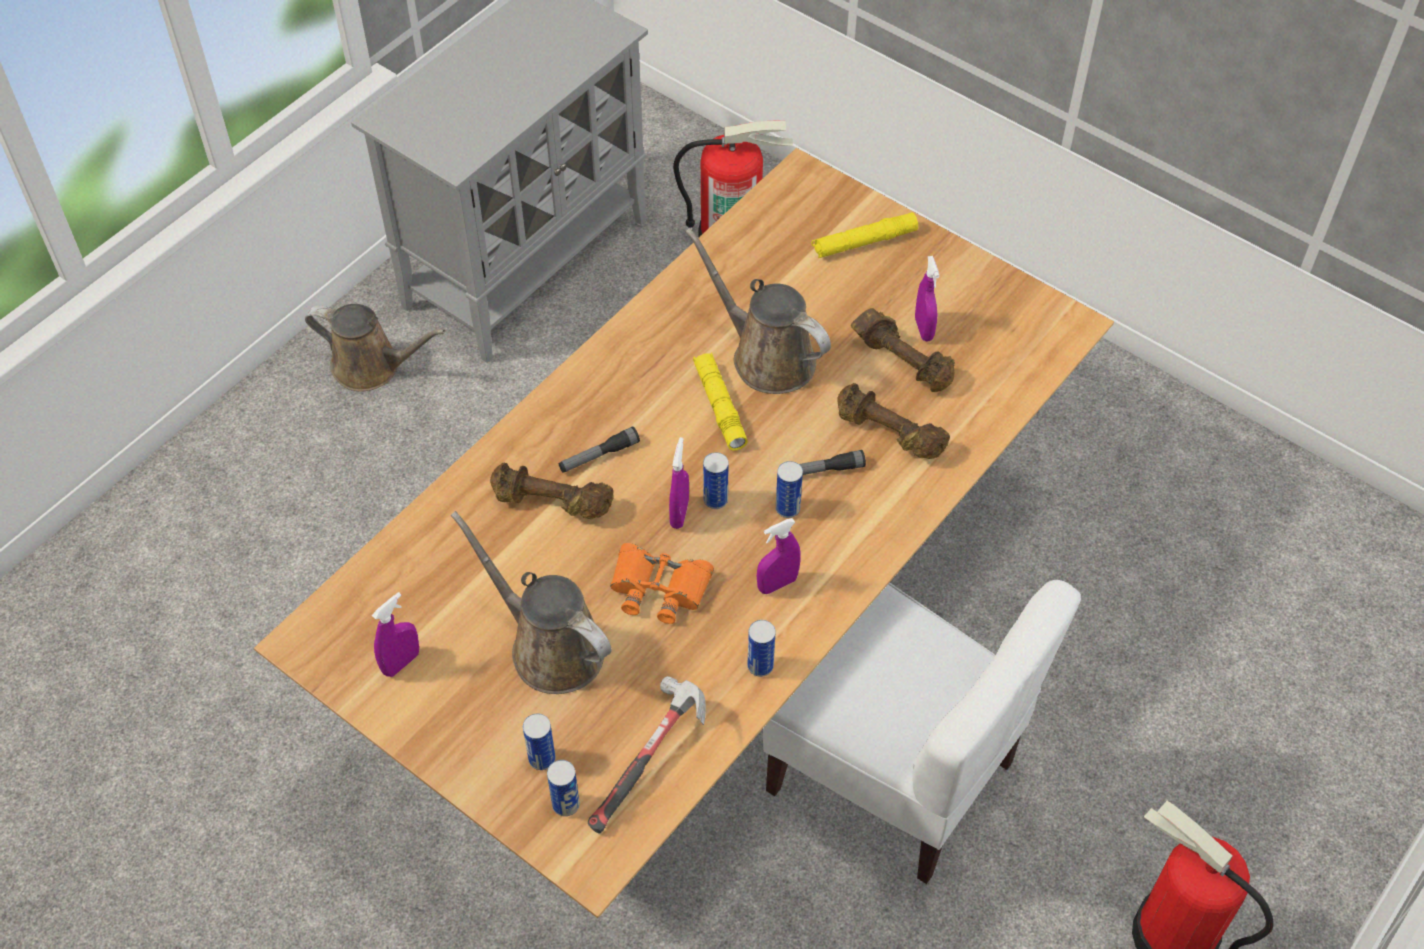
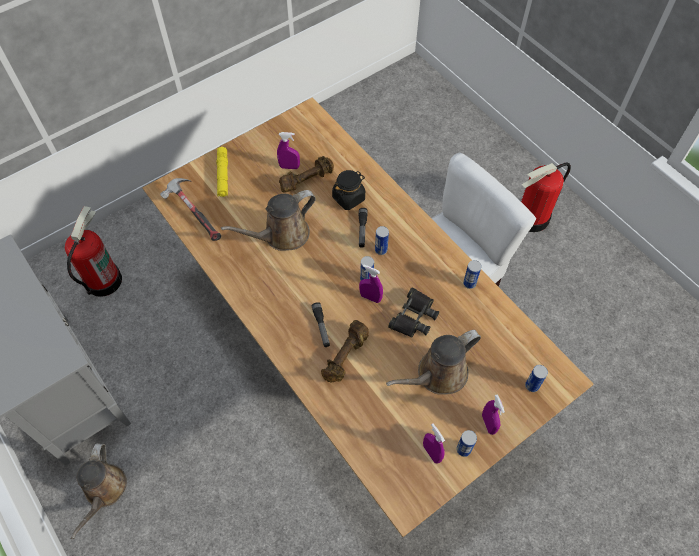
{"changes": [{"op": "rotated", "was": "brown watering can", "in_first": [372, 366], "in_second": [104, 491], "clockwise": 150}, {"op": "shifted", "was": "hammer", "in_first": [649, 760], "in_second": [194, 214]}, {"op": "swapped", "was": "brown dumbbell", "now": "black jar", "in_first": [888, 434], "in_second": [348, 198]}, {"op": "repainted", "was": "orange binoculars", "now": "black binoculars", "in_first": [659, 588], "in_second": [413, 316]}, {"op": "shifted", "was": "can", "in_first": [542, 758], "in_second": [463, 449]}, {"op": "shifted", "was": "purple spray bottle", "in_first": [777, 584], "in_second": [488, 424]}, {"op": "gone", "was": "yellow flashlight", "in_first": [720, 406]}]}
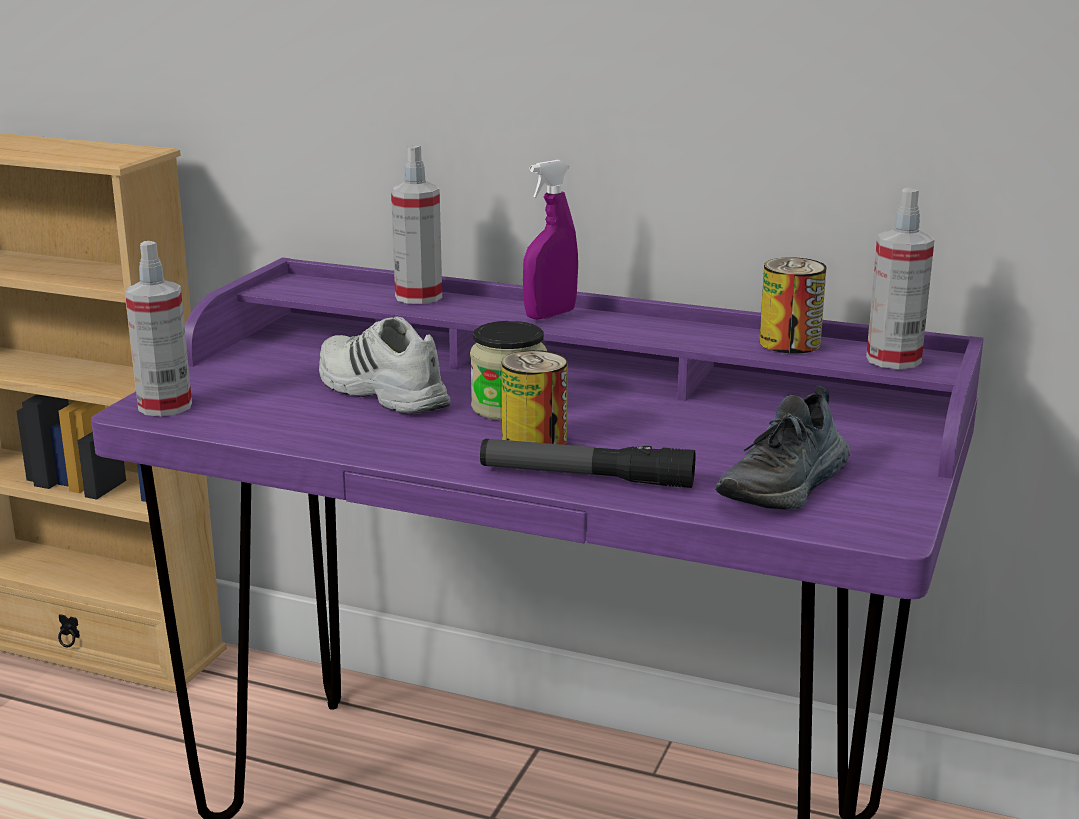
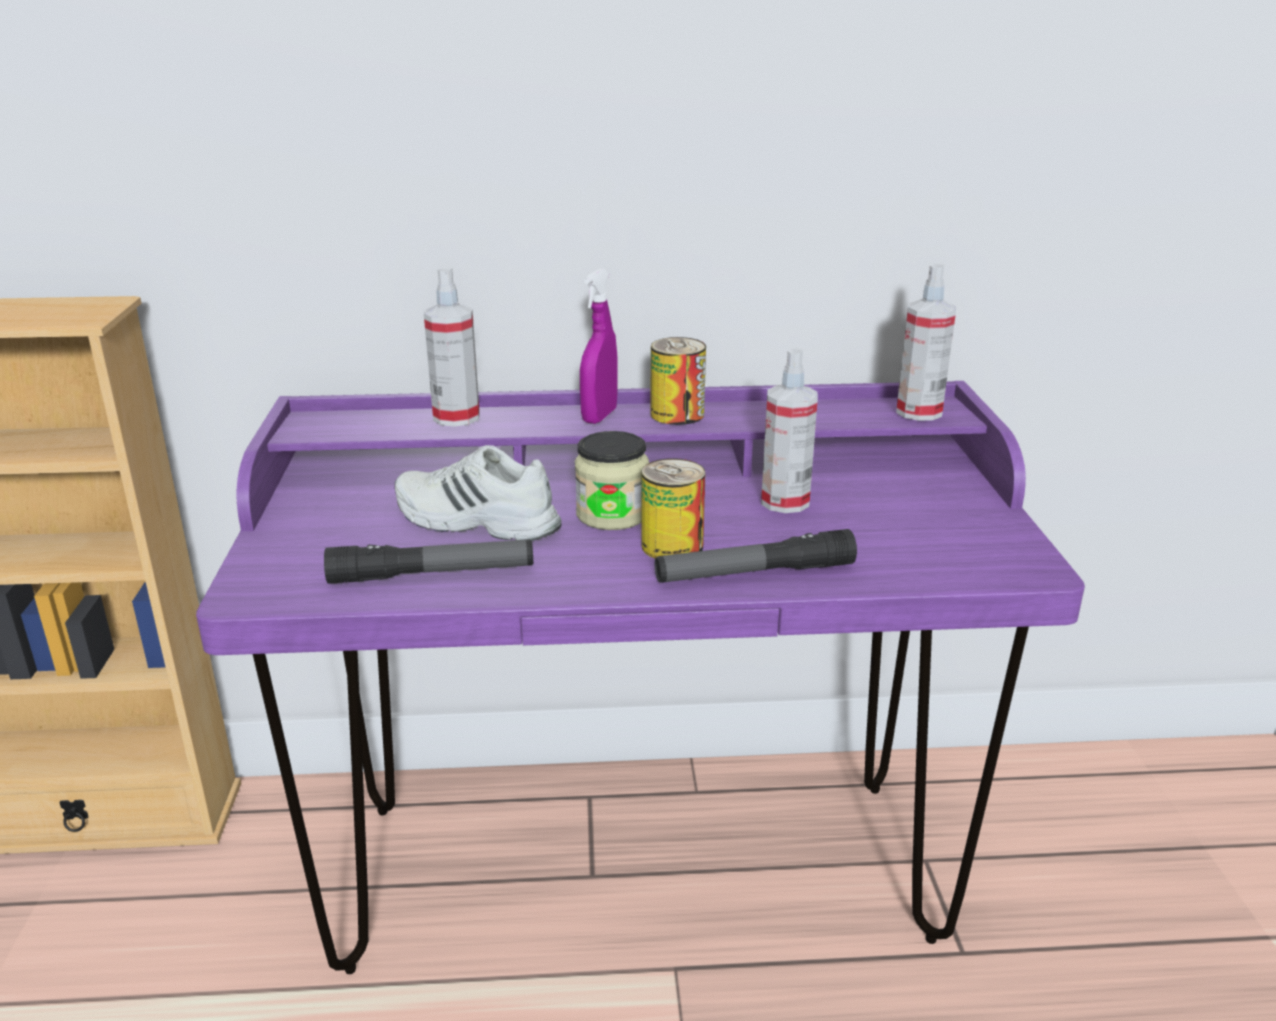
{"changes": [{"op": "new", "now": "flashlight", "in_second": [432, 574]}, {"op": "shifted", "was": "can", "in_first": [789, 343], "in_second": [677, 414]}, {"op": "shifted", "was": "spray bottle", "in_first": [165, 406], "in_second": [785, 502]}, {"op": "gone", "was": "shoe", "in_first": [787, 486]}]}
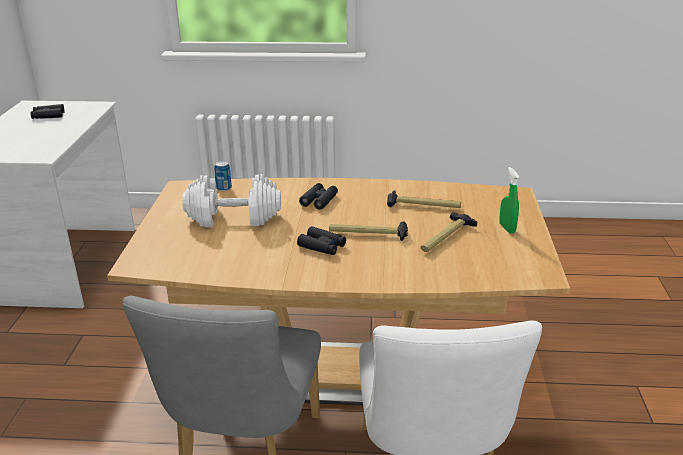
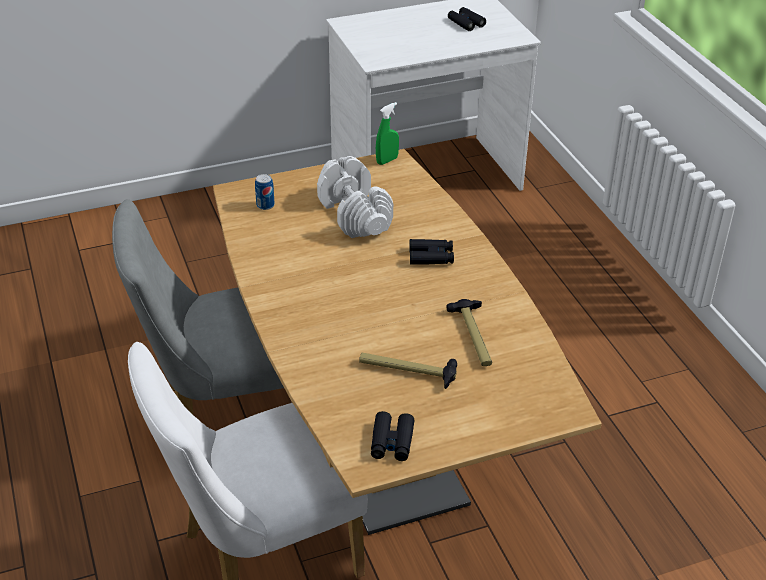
{"changes": [{"op": "shifted", "was": "can", "in_first": [224, 188], "in_second": [265, 205]}, {"op": "shifted", "was": "black binoculars", "in_first": [322, 246], "in_second": [392, 442]}, {"op": "shifted", "was": "green spray bottle", "in_first": [507, 228], "in_second": [387, 160]}, {"op": "gone", "was": "hammer", "in_first": [368, 234]}]}
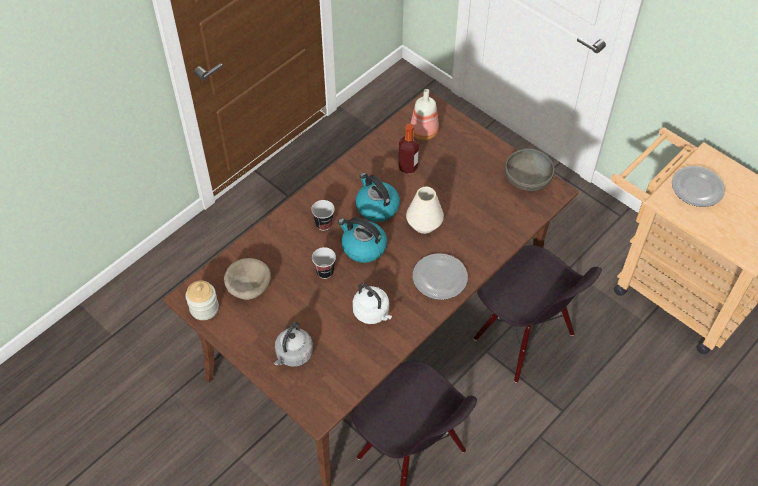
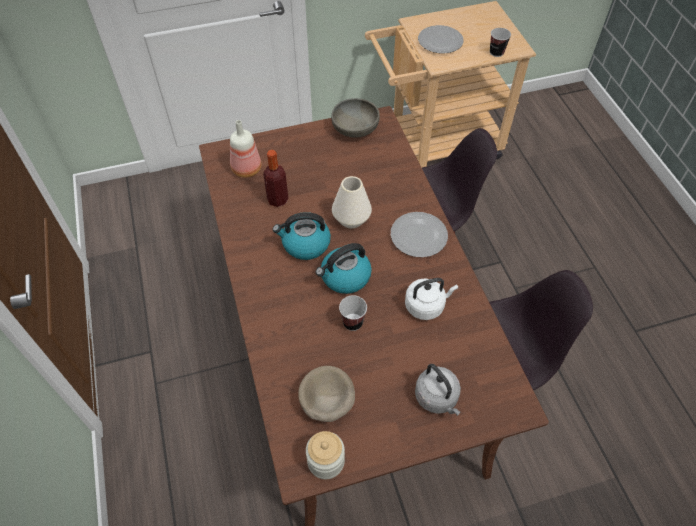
{"changes": [{"op": "shifted", "was": "cup", "in_first": [324, 224], "in_second": [496, 52]}]}
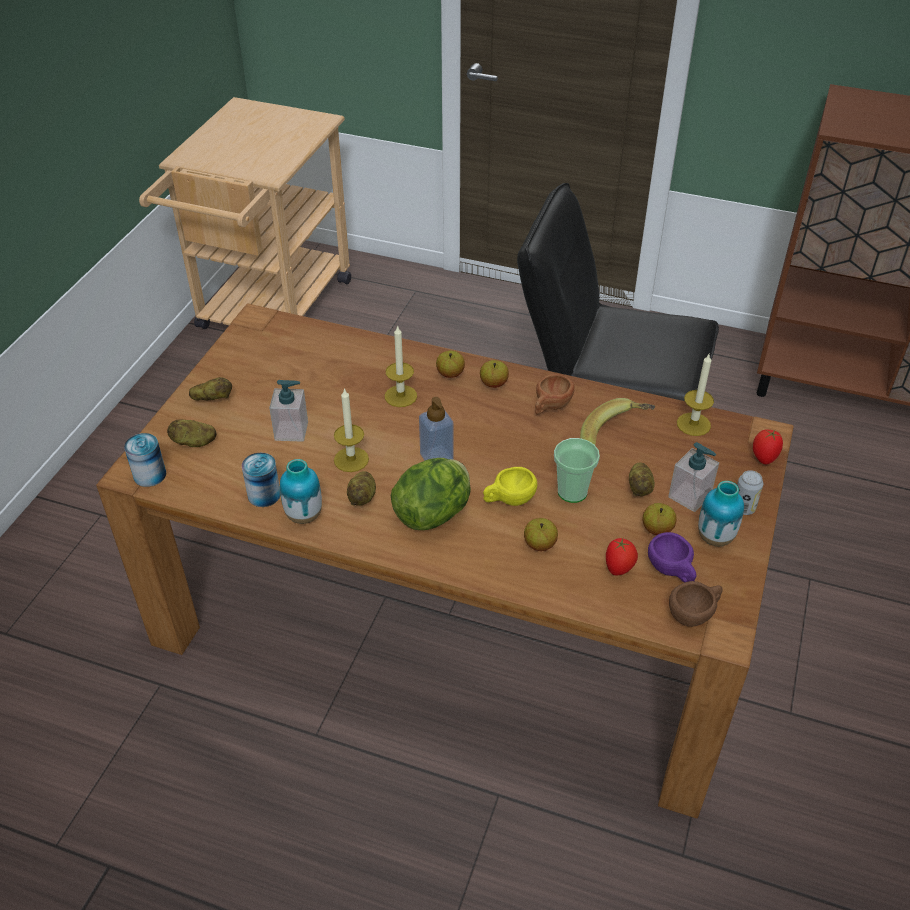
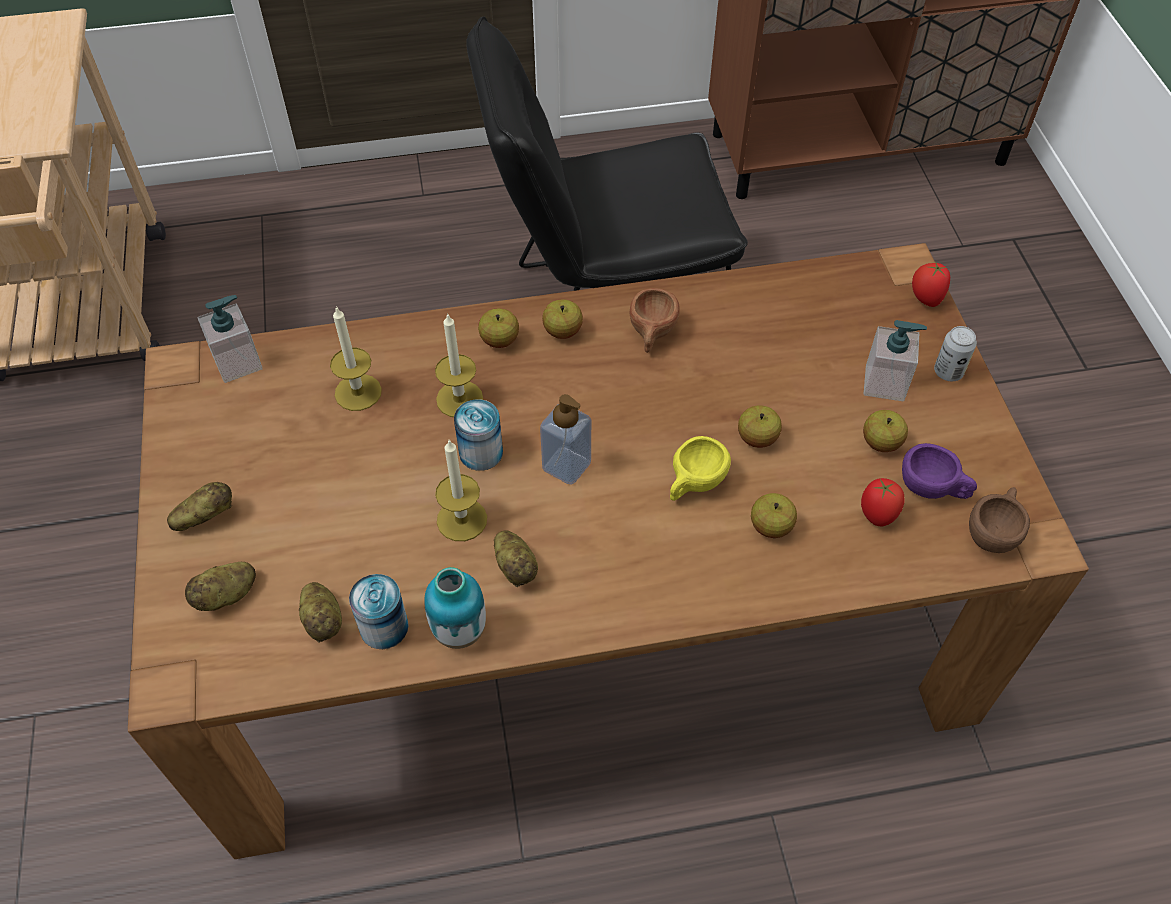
{"changes": [{"op": "shifted", "was": "soap dispenser", "in_first": [291, 431], "in_second": [238, 362]}, {"op": "shifted", "was": "potato", "in_first": [640, 488], "in_second": [324, 620]}, {"op": "shifted", "was": "candle", "in_first": [693, 424], "in_second": [358, 392]}, {"op": "shifted", "was": "can", "in_first": [150, 475], "in_second": [481, 452]}, {"op": "swapped", "was": "cup", "now": "apple", "in_first": [572, 492], "in_second": [757, 438]}, {"op": "gone", "was": "lettuce", "in_first": [434, 513]}, {"op": "gone", "was": "banana", "in_first": [614, 438]}, {"op": "gone", "was": "vase", "in_first": [715, 537]}]}
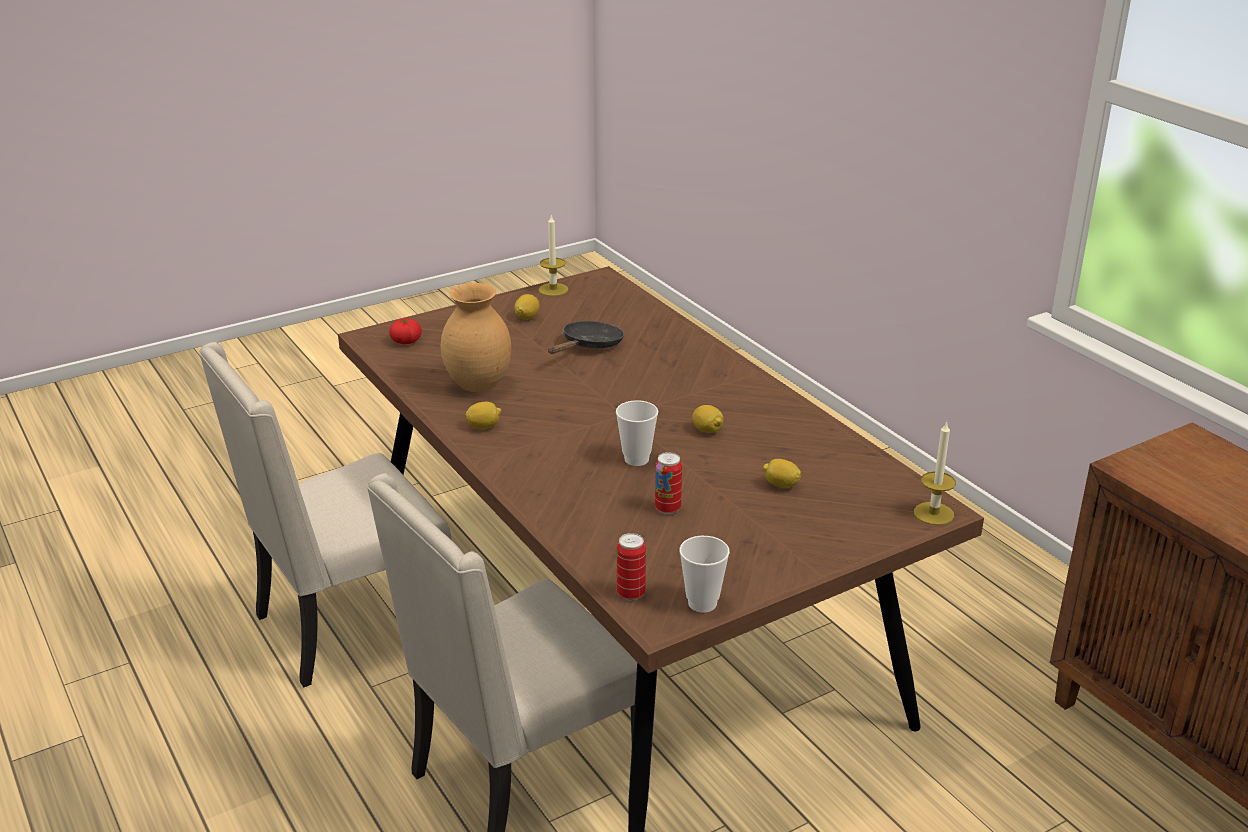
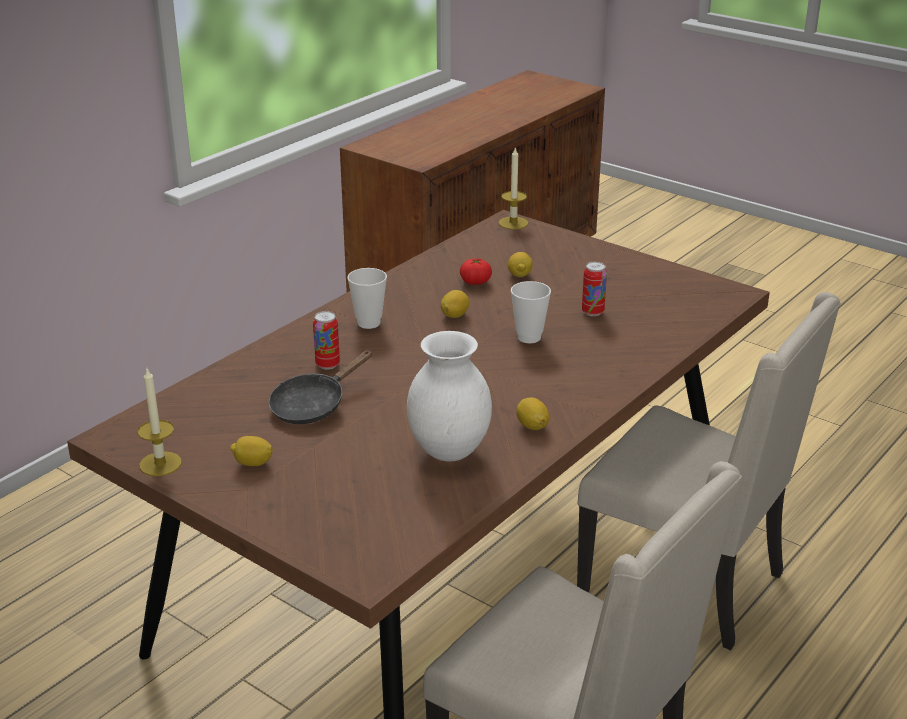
{"changes": [{"op": "rotated", "was": "black frying pan", "in_first": [589, 346], "in_second": [313, 405], "clockwise": -60}, {"op": "shifted", "was": "can", "in_first": [631, 593], "in_second": [327, 365]}, {"op": "shifted", "was": "cup", "in_first": [702, 603], "in_second": [368, 323]}, {"op": "repainted", "was": "brown vase", "now": "white vase", "in_first": [477, 386], "in_second": [450, 452]}, {"op": "shifted", "was": "tomato", "in_first": [406, 341], "in_second": [475, 282]}]}
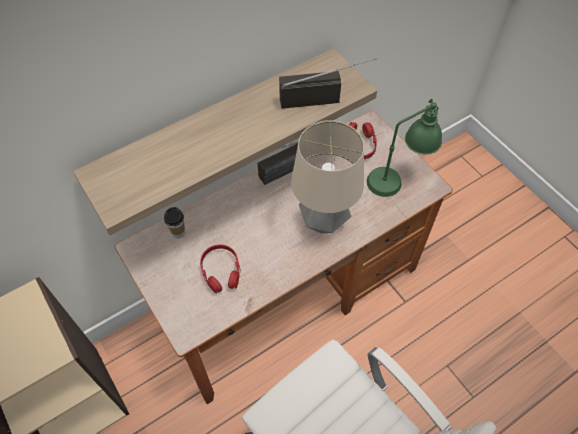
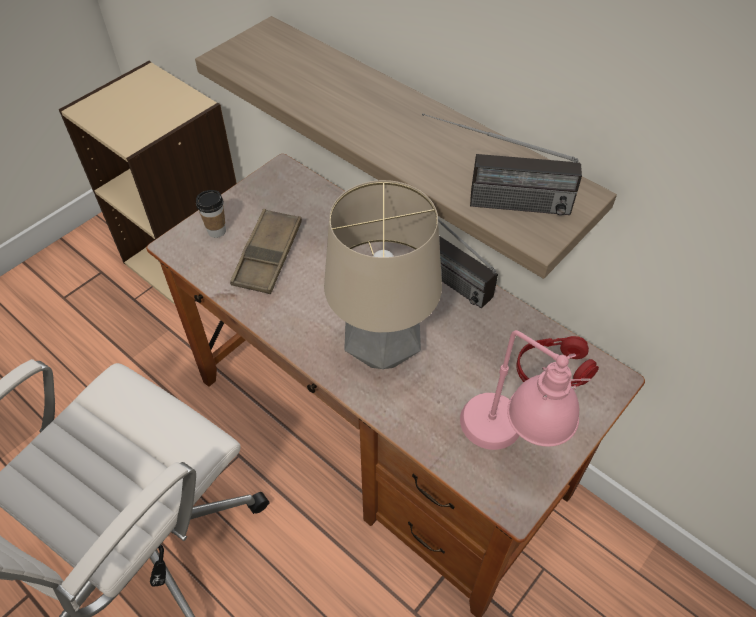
{"changes": [{"op": "shifted", "was": "cup", "in_first": [178, 233], "in_second": [217, 231]}, {"op": "swapped", "was": "red headphones", "now": "brown tray", "in_first": [221, 271], "in_second": [268, 256]}, {"op": "rotated", "was": "radio", "in_first": [324, 98], "in_second": [492, 202], "clockwise": 120}, {"op": "repainted", "was": "green table lamp", "now": "pink table lamp", "in_first": [398, 178], "in_second": [508, 442]}]}
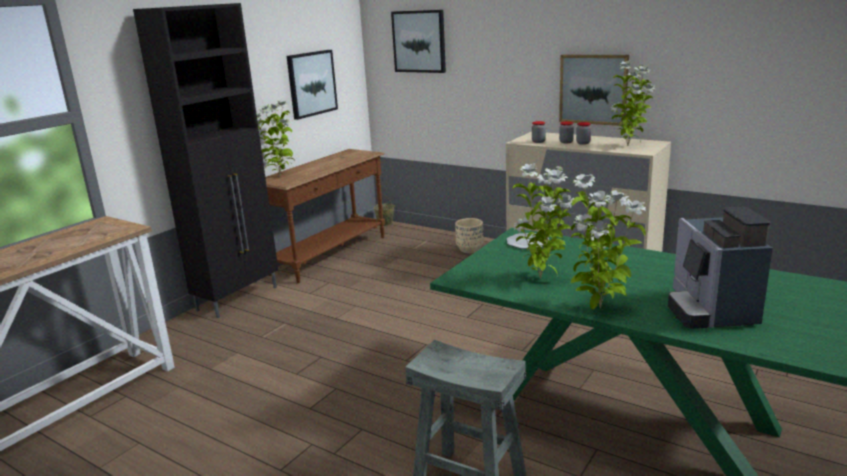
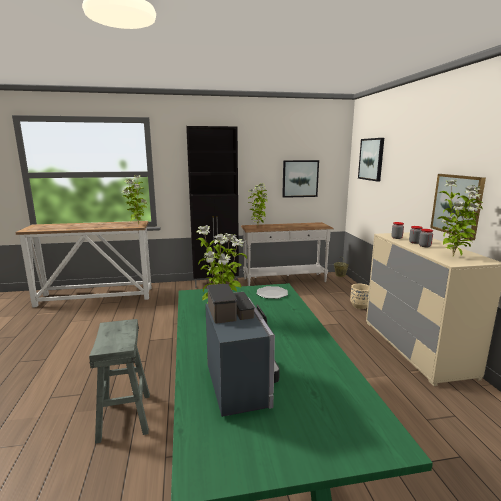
{"changes": [{"op": "shifted", "was": "potted plant", "in_first": [599, 309], "in_second": [137, 224]}, {"op": "rotated", "was": "coffee machine", "in_first": [709, 310], "in_second": [242, 383], "clockwise": 120}, {"op": "repainted", "was": "brown console table", "now": "white console table", "in_first": [331, 255], "in_second": [285, 280]}]}
